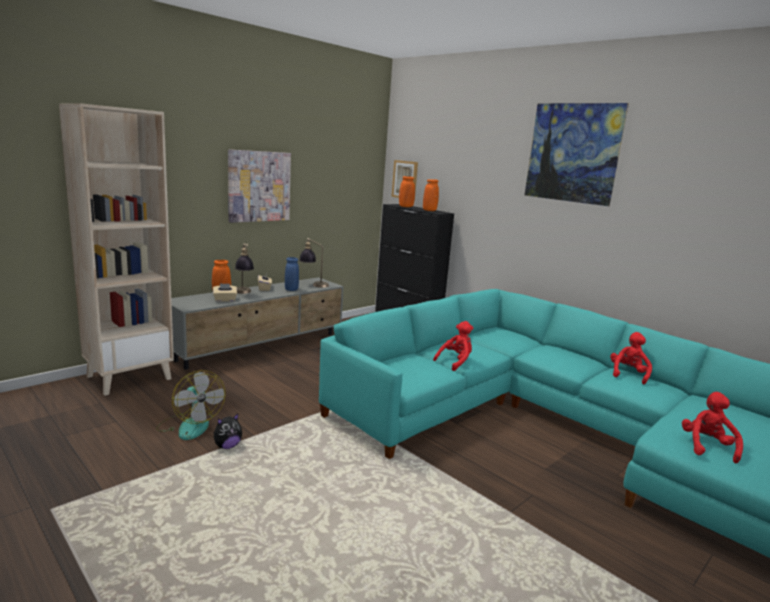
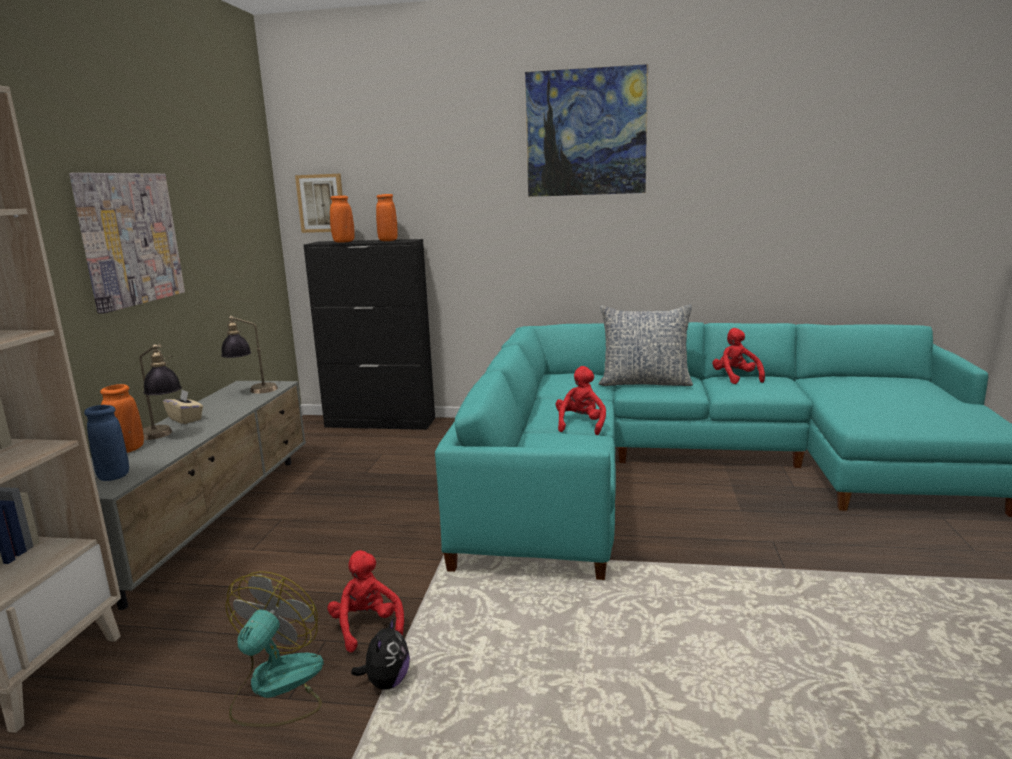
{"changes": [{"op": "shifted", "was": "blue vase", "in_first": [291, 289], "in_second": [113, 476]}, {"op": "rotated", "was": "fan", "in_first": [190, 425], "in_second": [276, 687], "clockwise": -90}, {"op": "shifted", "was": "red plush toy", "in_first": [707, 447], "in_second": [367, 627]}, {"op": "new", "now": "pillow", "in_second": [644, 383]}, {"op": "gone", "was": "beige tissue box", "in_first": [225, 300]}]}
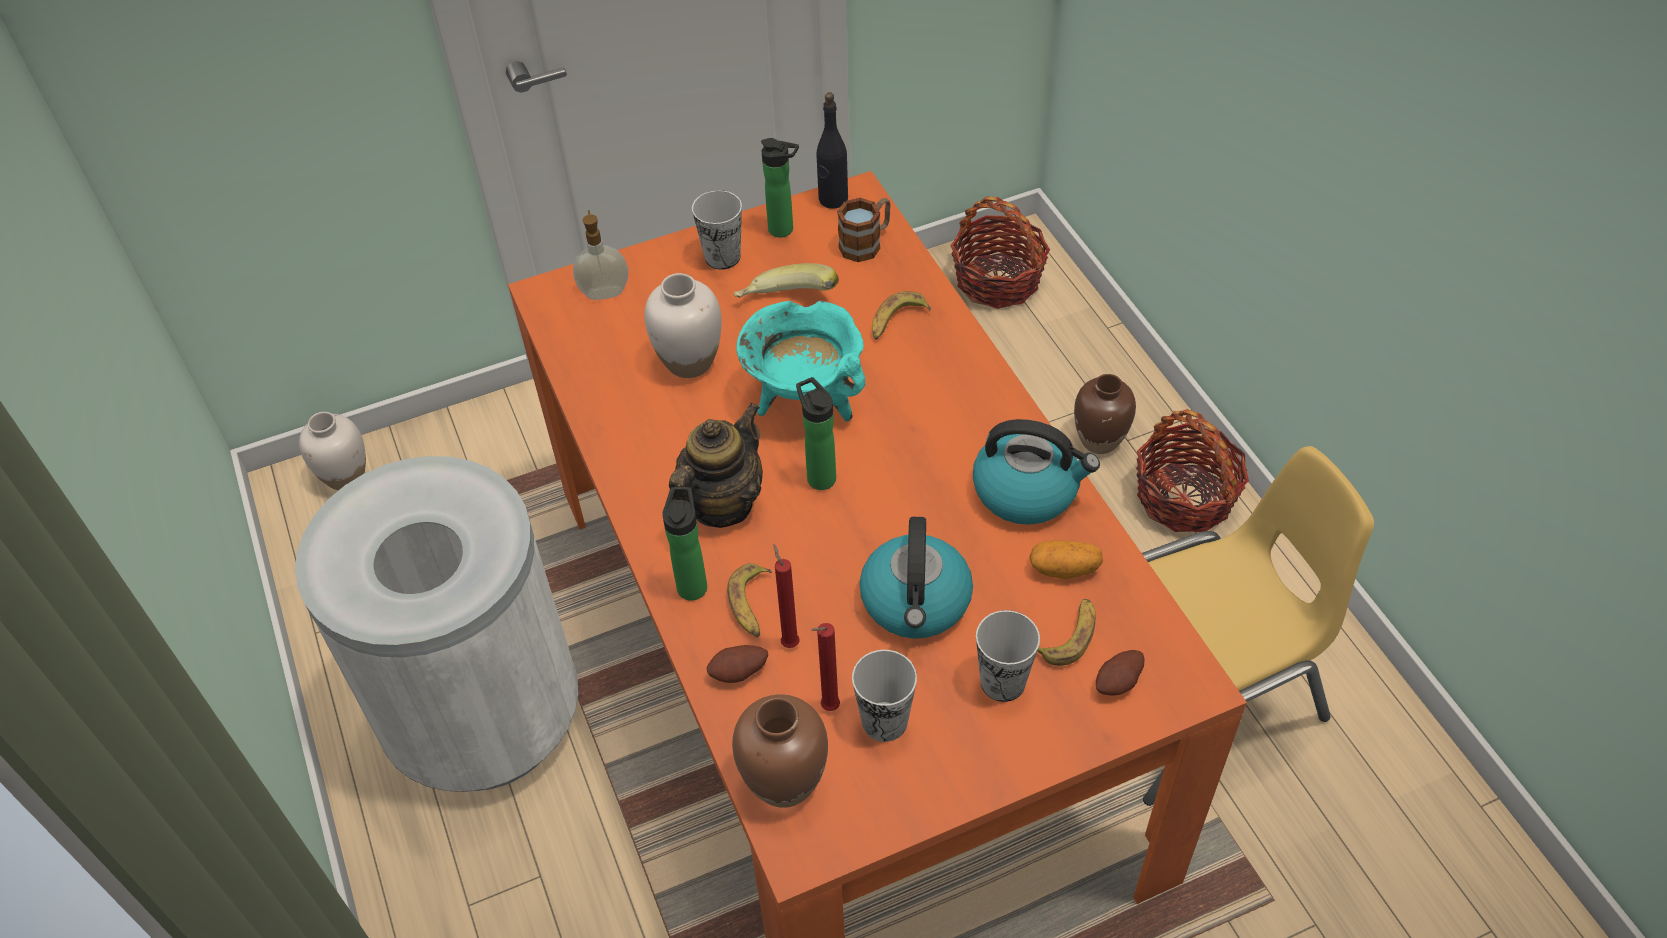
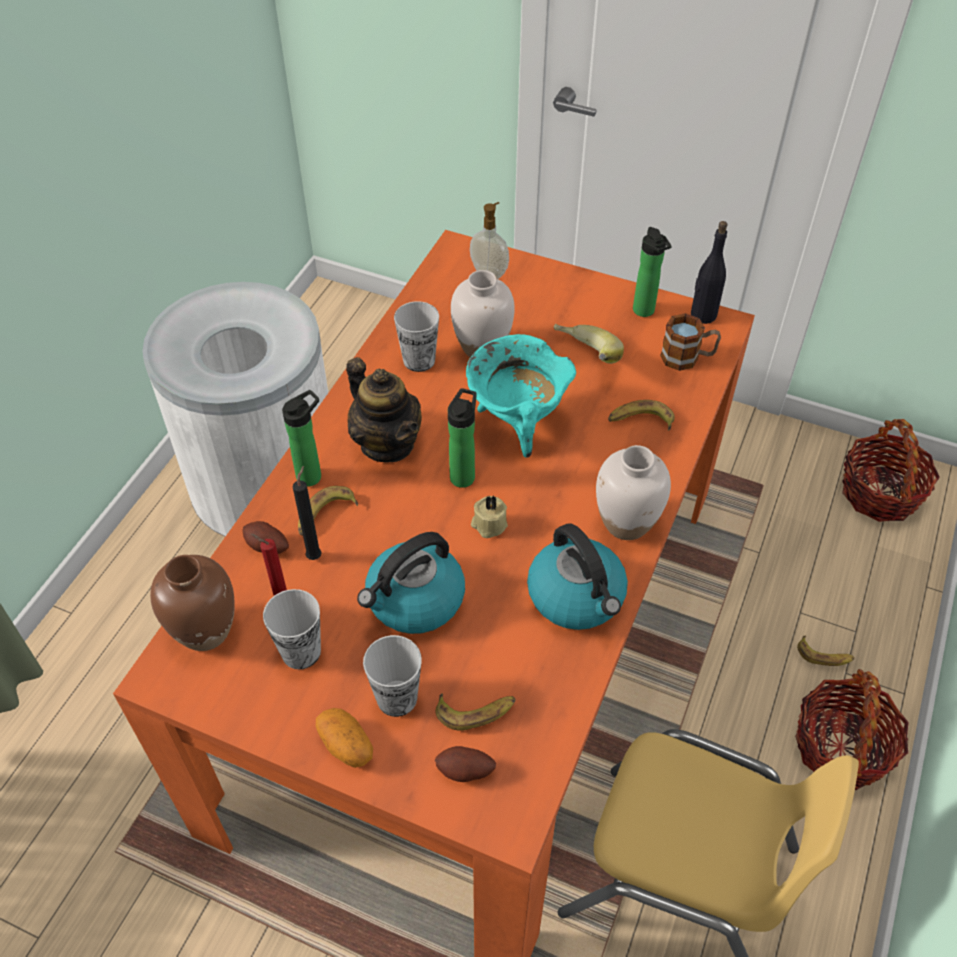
{"changes": [{"op": "repainted", "was": "red candle", "now": "black candle", "in_first": [789, 642], "in_second": [315, 555]}, {"op": "shifted", "was": "potato", "in_first": [1064, 568], "in_second": [346, 746]}, {"op": "rotated", "was": "teapot", "in_first": [721, 504], "in_second": [387, 444], "clockwise": 60}, {"op": "shifted", "was": "cup", "in_first": [722, 257], "in_second": [419, 360]}, {"op": "new", "now": "beige candle", "in_second": [488, 525]}, {"op": "shifted", "was": "white vase", "in_first": [346, 477], "in_second": [626, 523]}, {"op": "swapped", "was": "brown vase", "now": "banana", "in_first": [1100, 440], "in_second": [824, 656]}]}
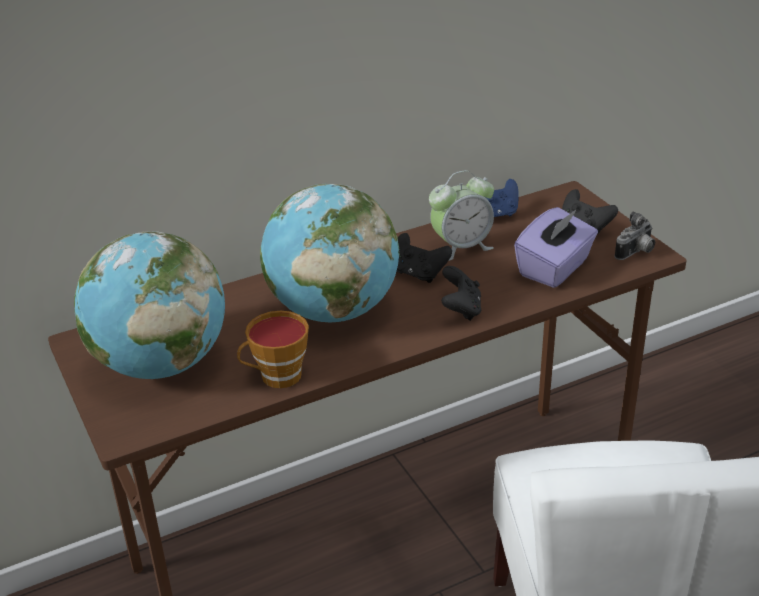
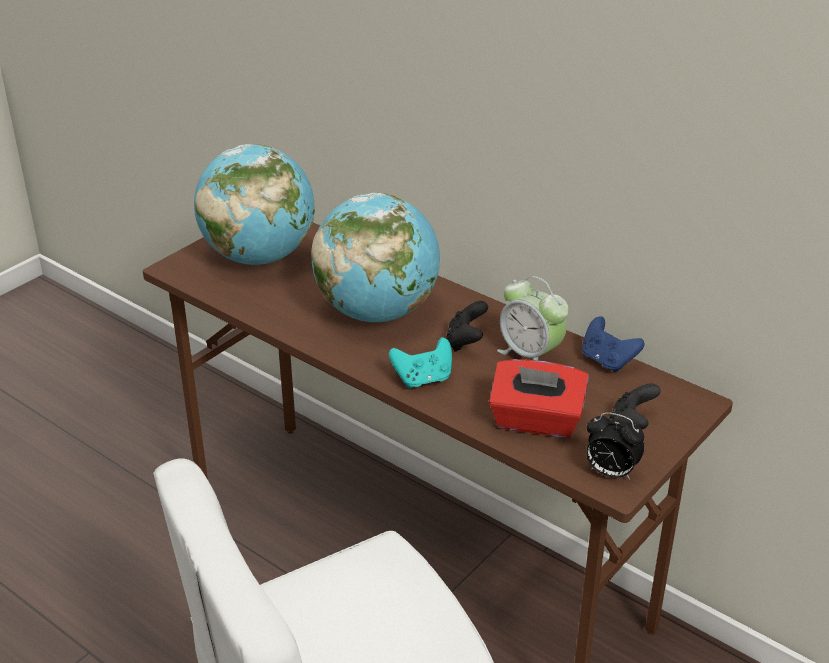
{"changes": [{"op": "repainted", "was": "black game controller", "now": "turquoise game controller", "in_first": [461, 309], "in_second": [423, 379]}, {"op": "repainted", "was": "purple tissue box", "now": "red tissue box", "in_first": [555, 268], "in_second": [536, 421]}, {"op": "swapped", "was": "photo camera", "now": "alarm clock", "in_first": [636, 253], "in_second": [610, 472]}, {"op": "gone", "was": "cup", "in_first": [276, 377]}]}
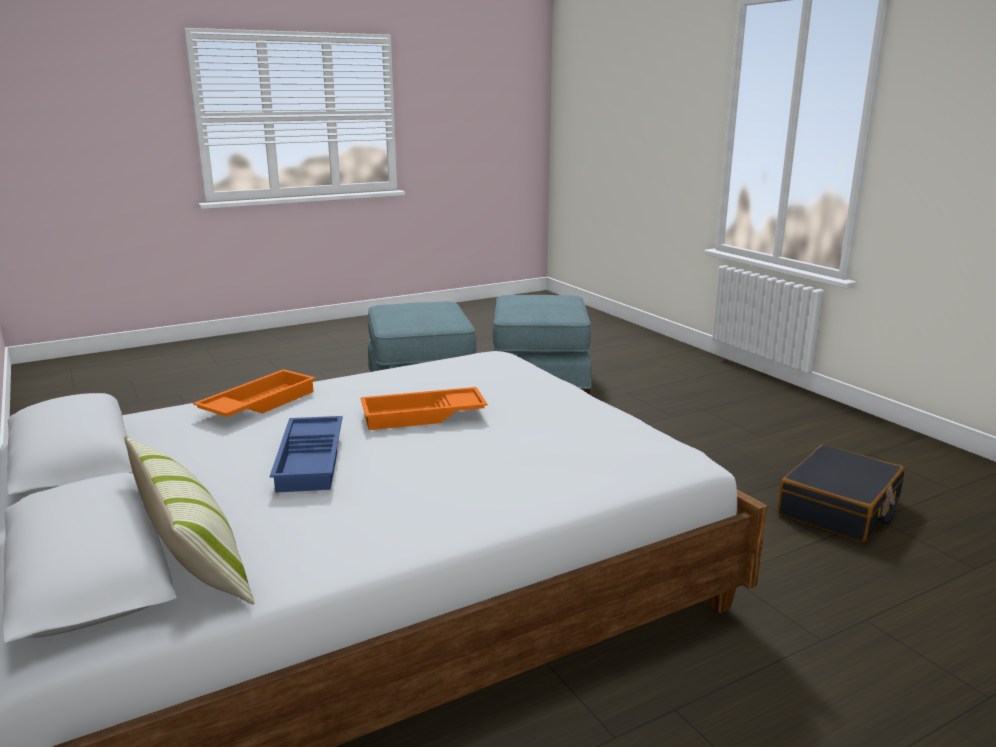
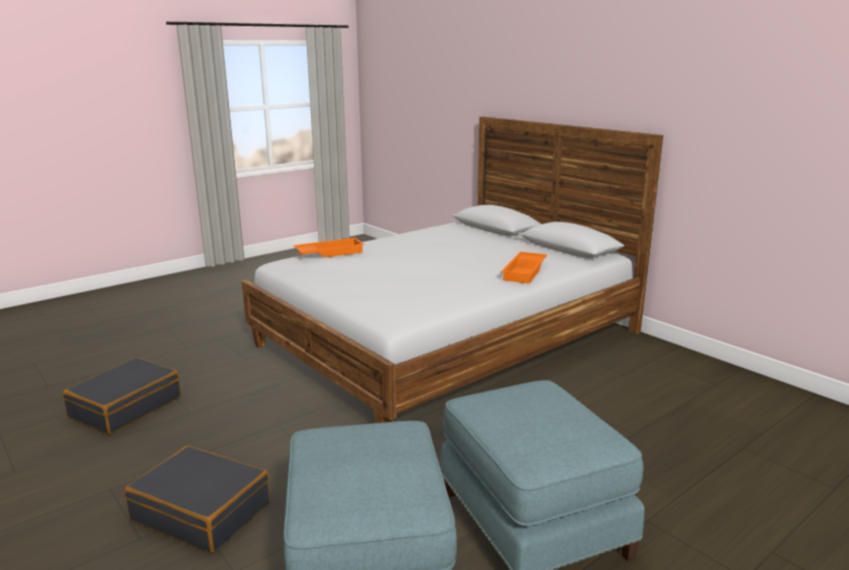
{"changes": [{"op": "new", "now": "black suitcase", "in_second": [202, 511]}, {"op": "shifted", "was": "orange tray", "in_first": [422, 416], "in_second": [329, 252]}, {"op": "gone", "was": "pillow", "in_first": [193, 555]}, {"op": "gone", "was": "blue tray", "in_first": [312, 460]}]}
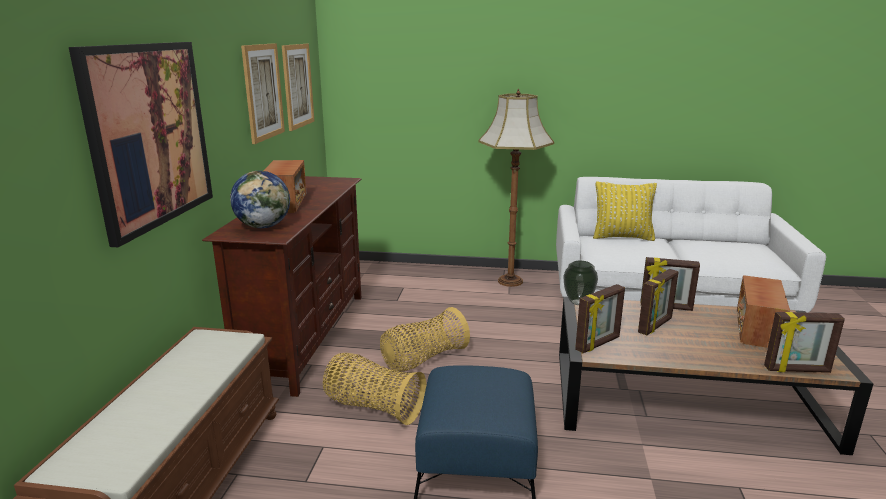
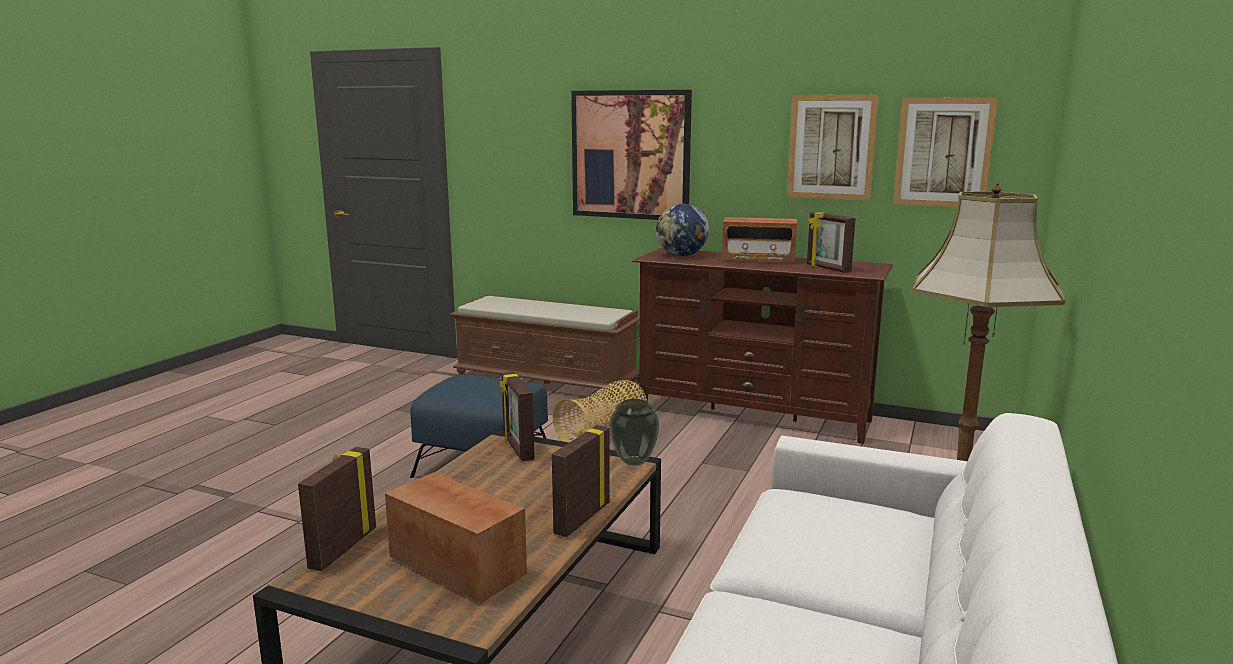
{"changes": [{"op": "shifted", "was": "picture frame", "in_first": [655, 326], "in_second": [827, 268]}, {"op": "gone", "was": "basket", "in_first": [423, 359]}, {"op": "gone", "was": "yellow pillow", "in_first": [622, 237]}]}
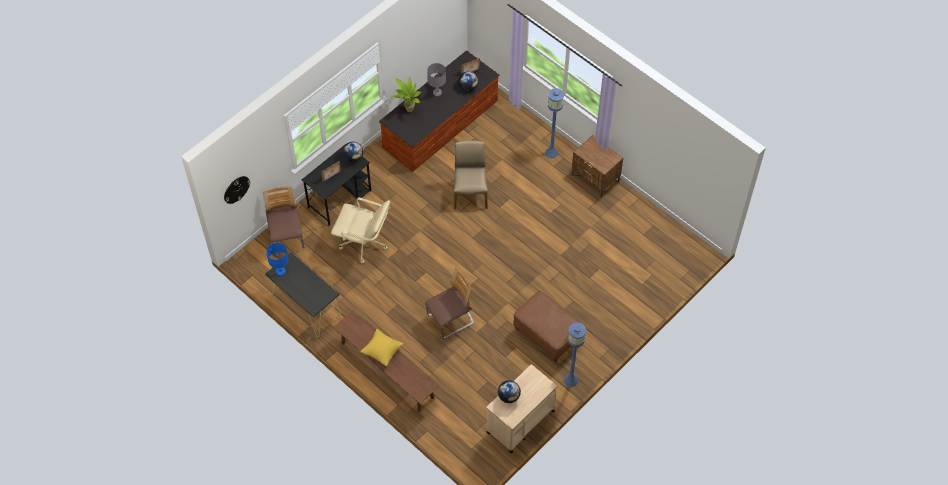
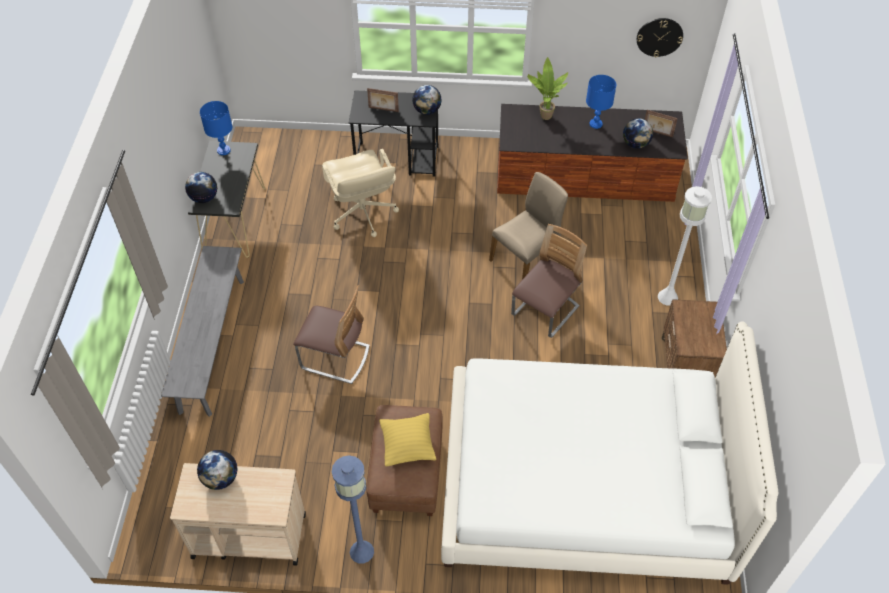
{"changes": [{"op": "repainted", "was": "brown bench", "now": "grey bench", "in_first": [387, 370], "in_second": [212, 344]}, {"op": "new", "now": "globe", "in_second": [204, 198]}, {"op": "shifted", "was": "yellow pillow", "in_first": [382, 351], "in_second": [407, 446]}, {"op": "new", "now": "white bed", "in_second": [585, 484]}, {"op": "shifted", "was": "chair", "in_first": [286, 237], "in_second": [545, 311]}, {"op": "repainted", "was": "grey table lamp", "now": "blue table lamp", "in_first": [437, 92], "in_second": [595, 124]}, {"op": "shifted", "was": "wall clock", "in_first": [236, 189], "in_second": [659, 37]}, {"op": "repainted", "was": "blue floor lamp", "now": "white floor lamp", "in_first": [551, 153], "in_second": [668, 297]}]}
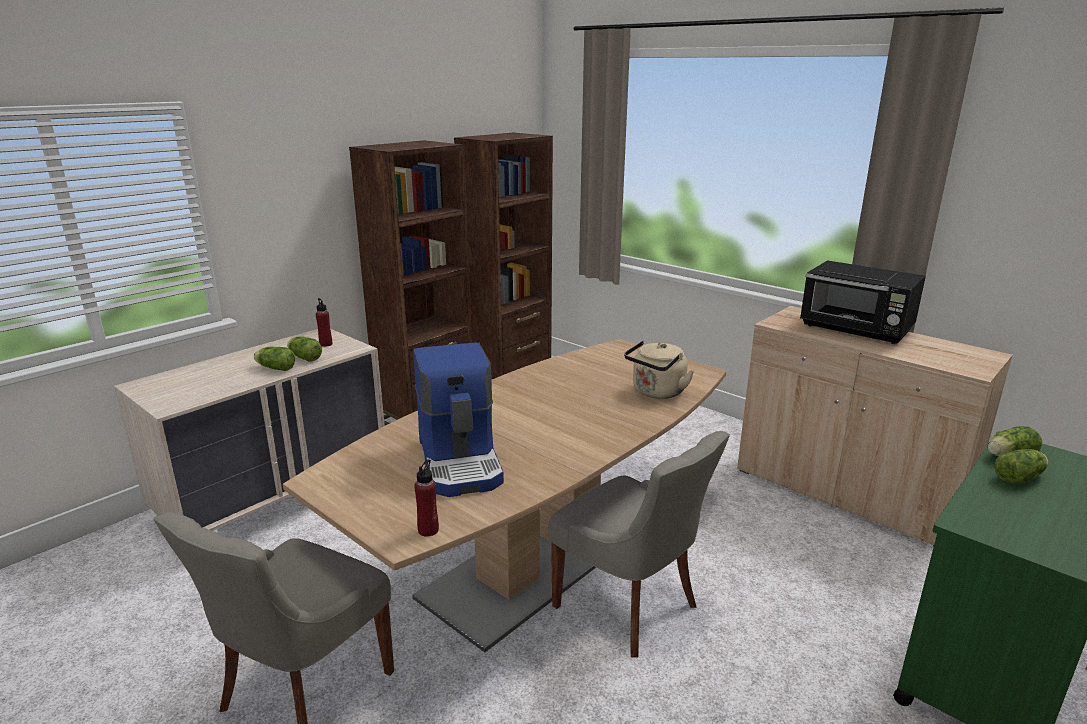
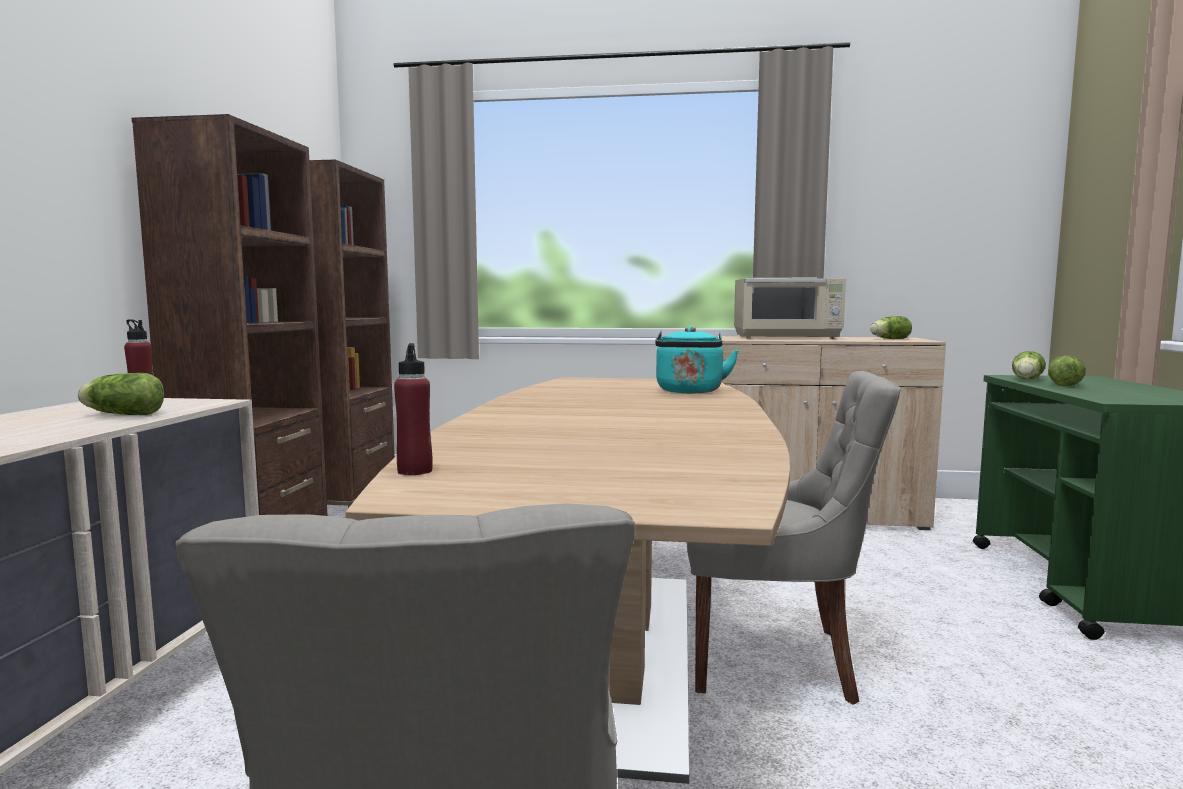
{"changes": [{"op": "shifted", "was": "red bottle", "in_first": [428, 530], "in_second": [415, 471]}, {"op": "repainted", "was": "beige kettle", "now": "turquoise kettle", "in_first": [656, 392], "in_second": [689, 391]}, {"op": "repainted", "was": "black microwave", "now": "beige microwave", "in_first": [856, 330], "in_second": [787, 337]}, {"op": "shifted", "was": "lettuce", "in_first": [275, 368], "in_second": [888, 339]}, {"op": "gone", "was": "coffee machine", "in_first": [461, 461]}]}
